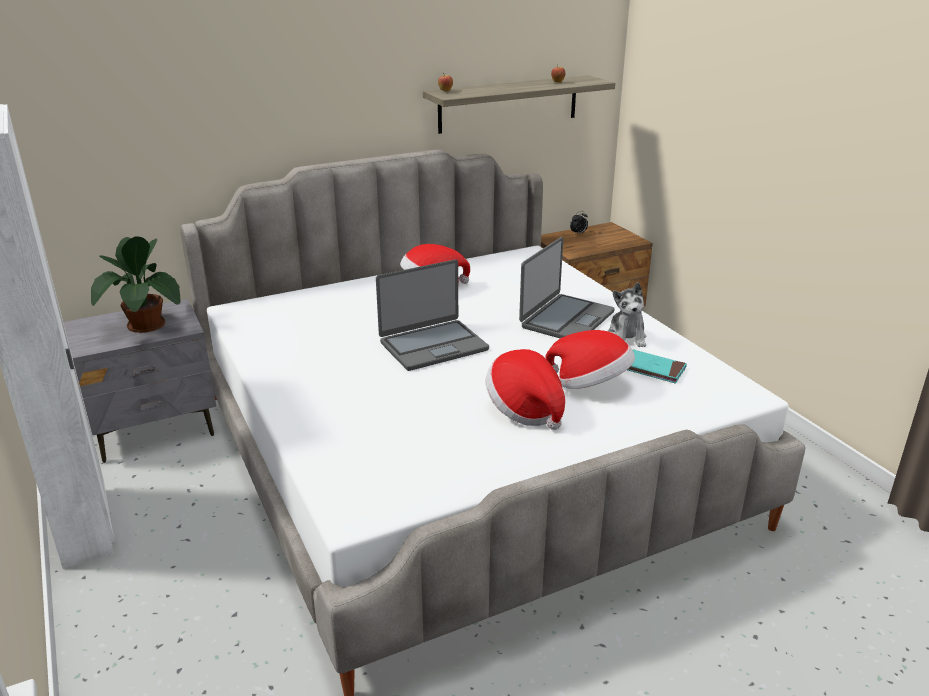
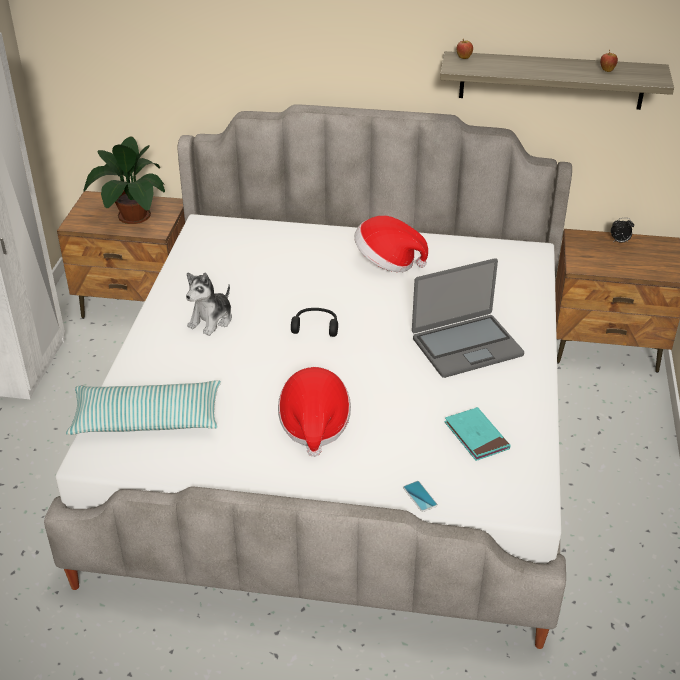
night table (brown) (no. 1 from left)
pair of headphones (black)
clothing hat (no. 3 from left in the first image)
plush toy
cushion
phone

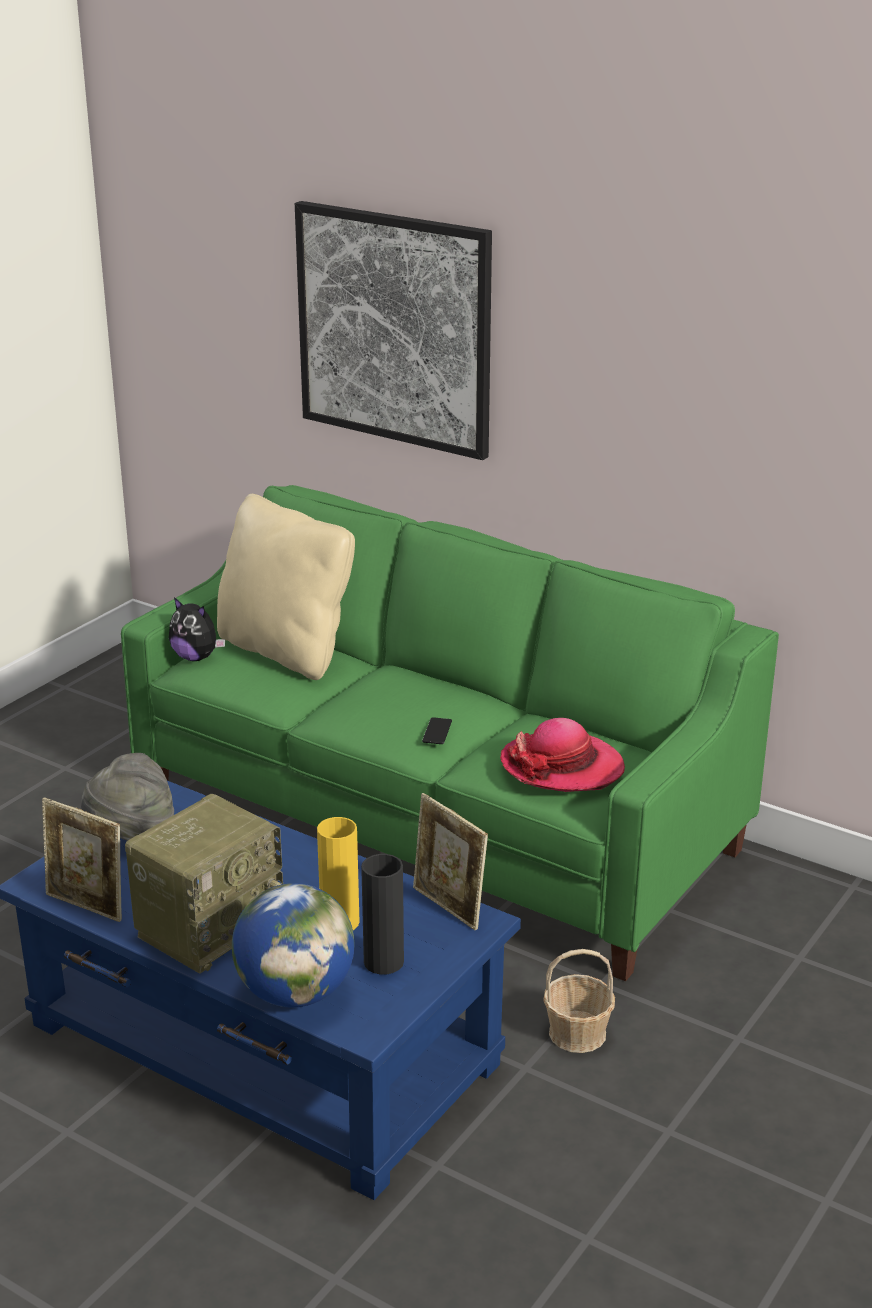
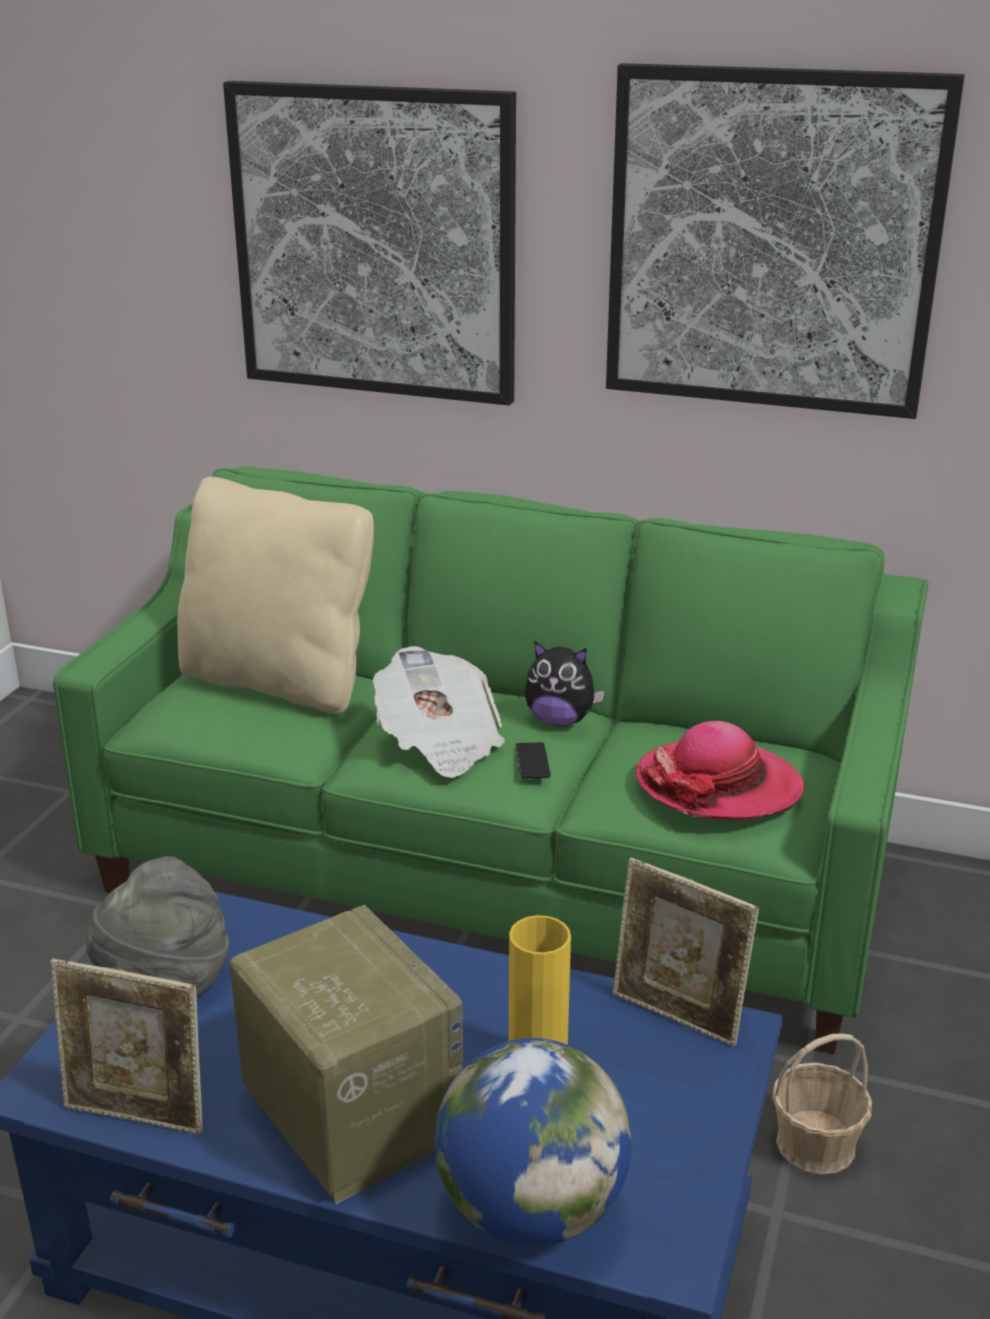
radio receiver
plush toy
decorative vase (black)
printed paper
wall art (no. 2 from left)

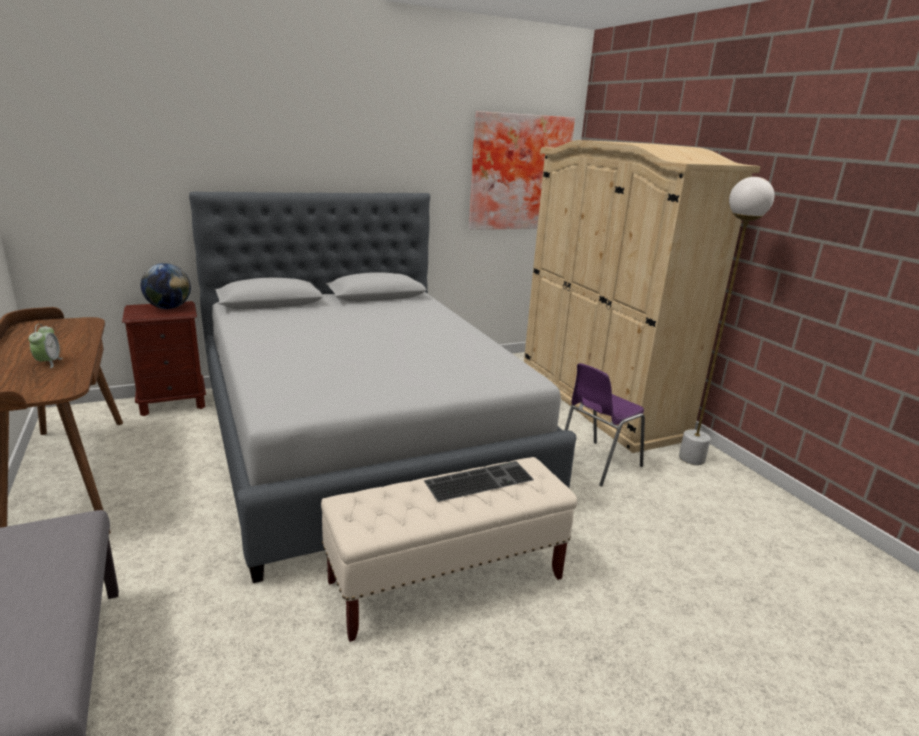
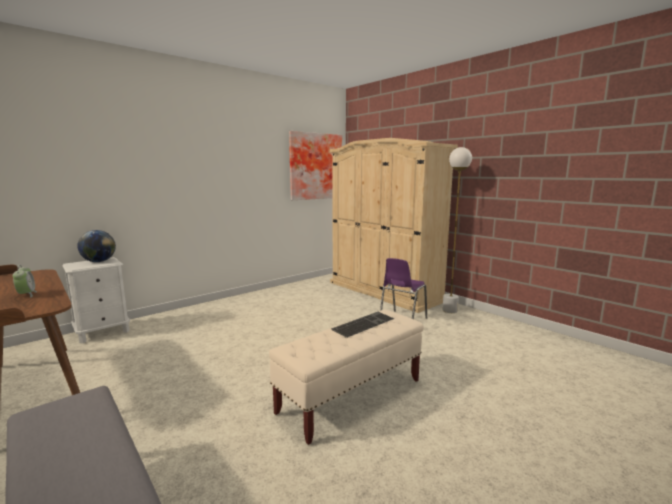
night table (whitish)
bedroom bed (grey)

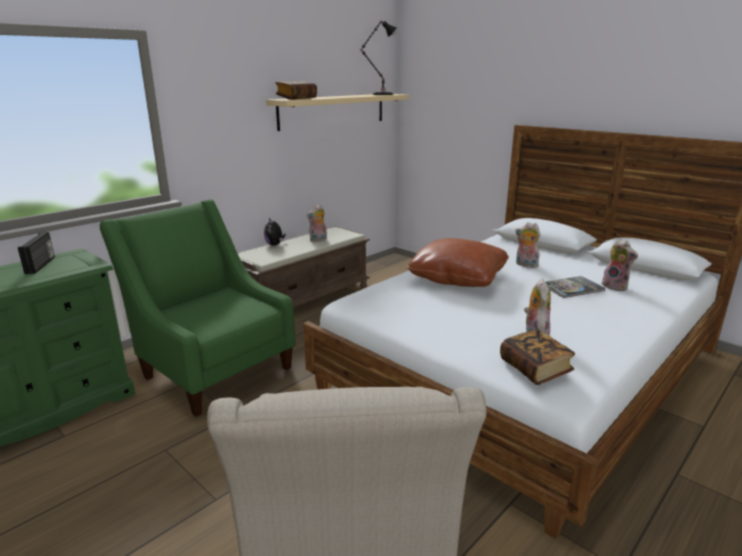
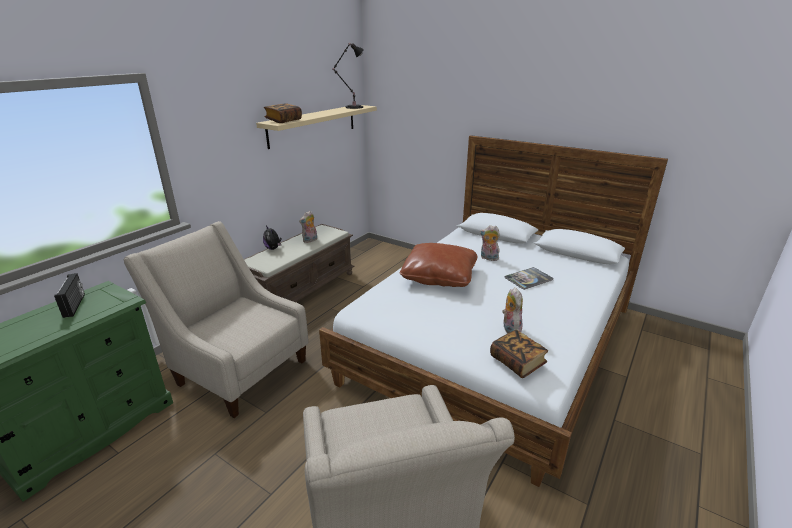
lounge chair (sand-coloured) (no. 1 from left)
plush toy (no. 5 from left in the first image)

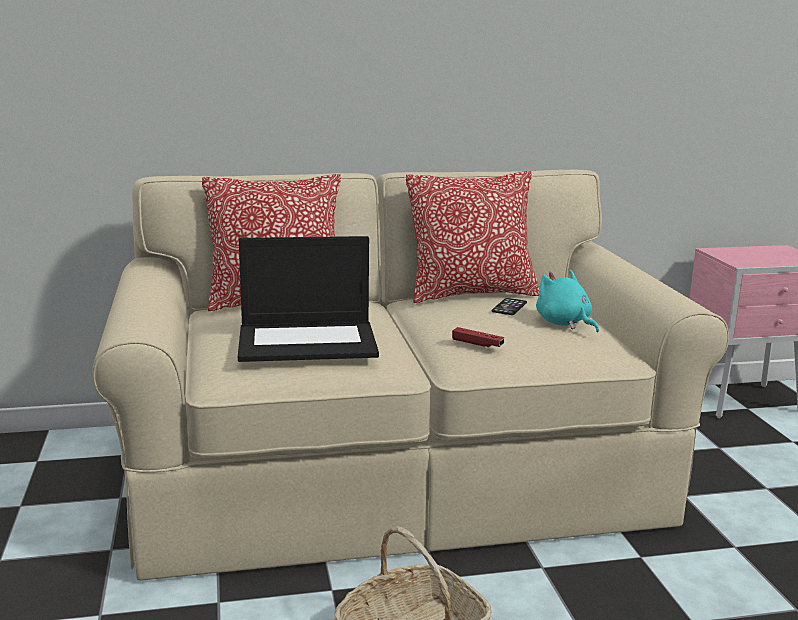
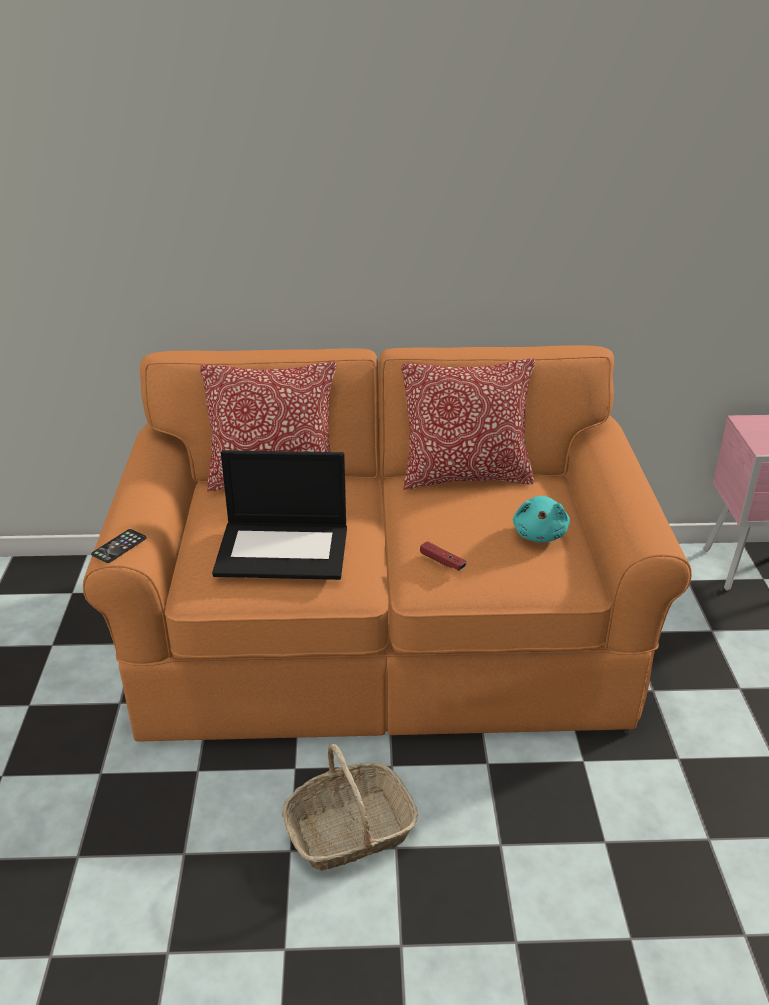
couch (orange)
phone
plush toy (turquoise-coloured)

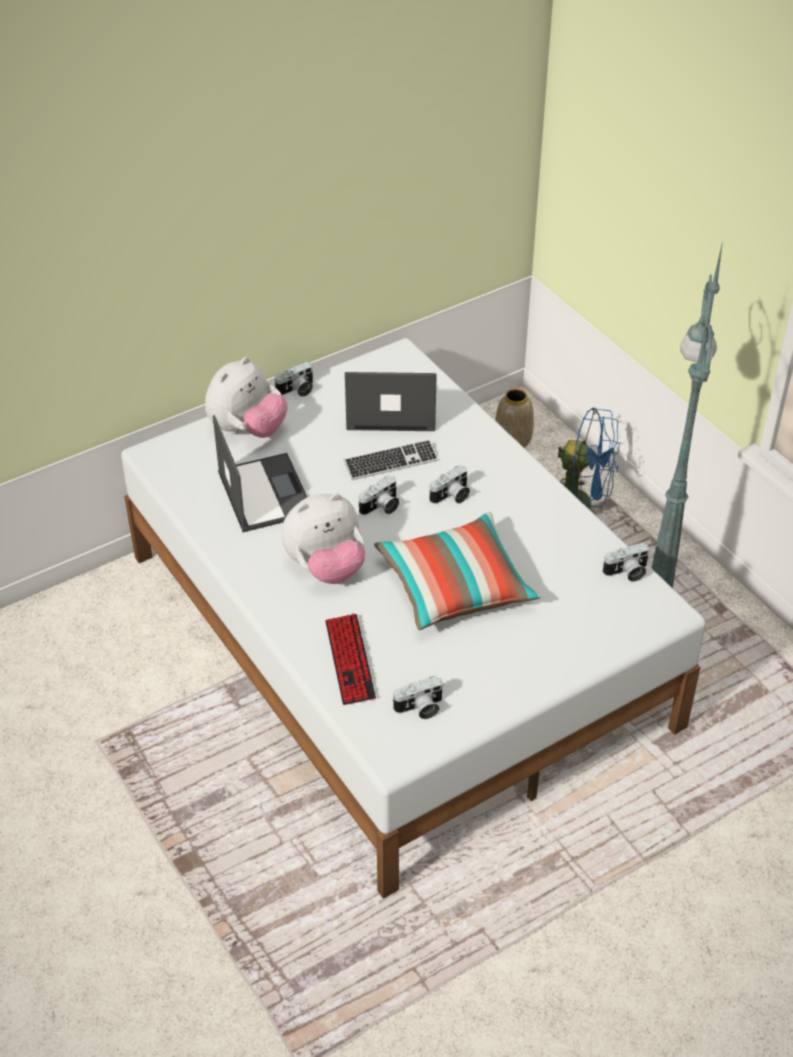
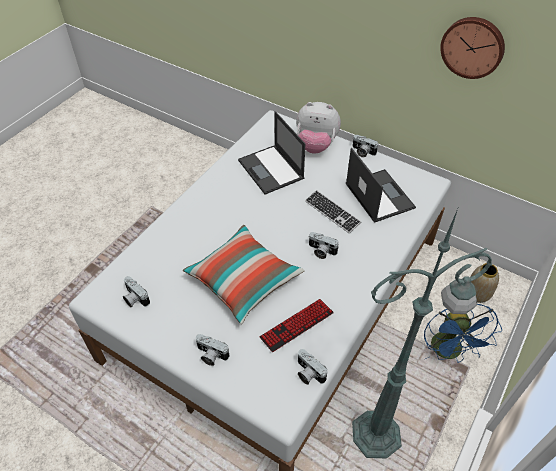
portable computer (no. 1 from left)
plush toy (no. 2 from left in the first image)
PC keyboard (no. 1 from left)
photo camera (no. 2 from left)
wall clock

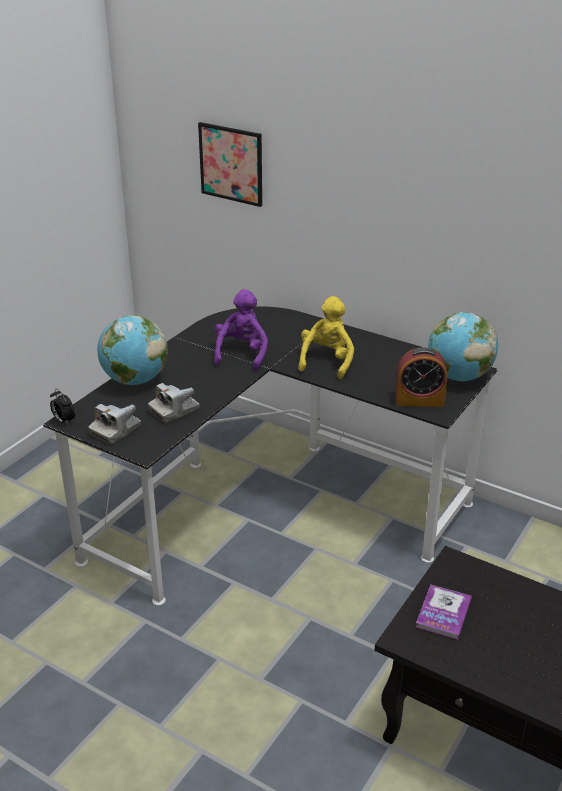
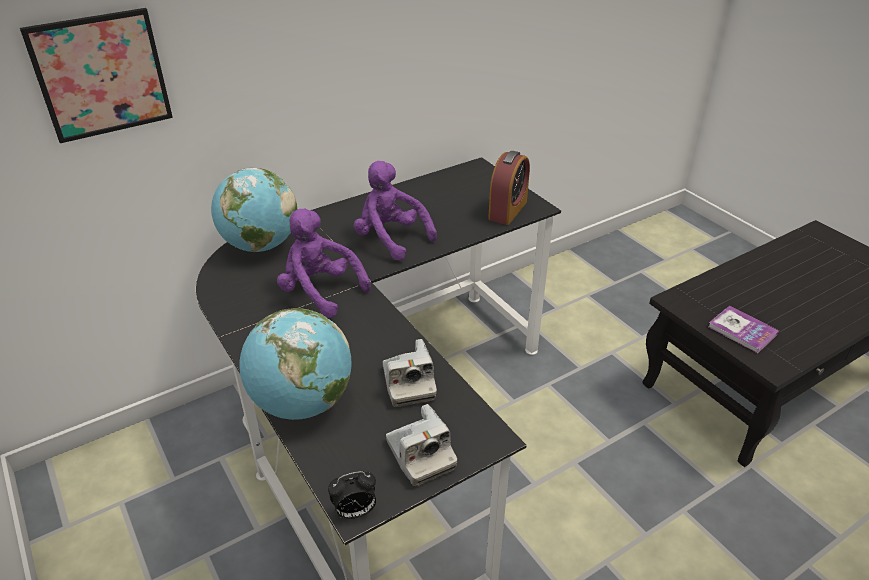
plush toy (purple) (no. 2 from left)
desk globe (no. 1 from left)

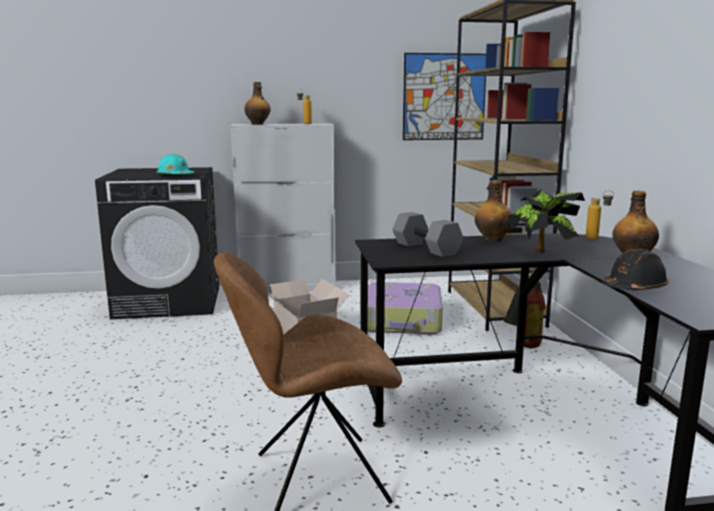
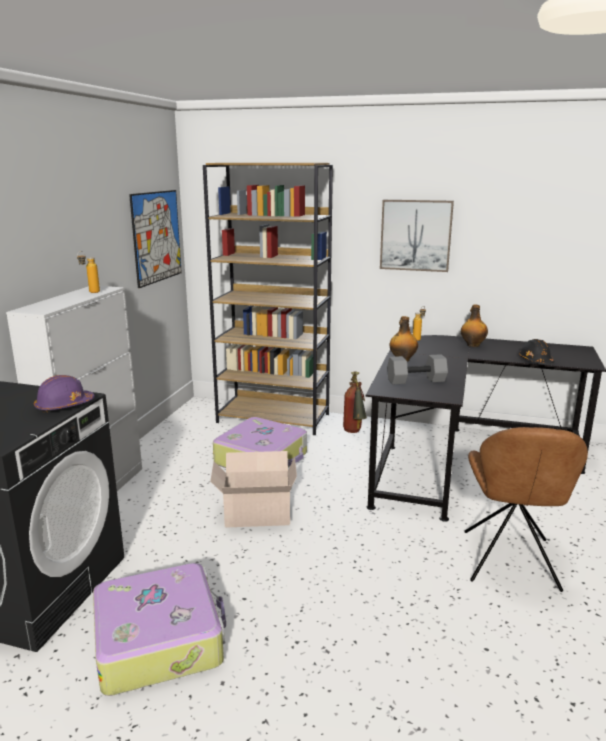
hard hat (purple)
bottle (no. 1 from left in the first image)
potted plant
travel case (no. 1 from left)
wall art (no. 2 from left)

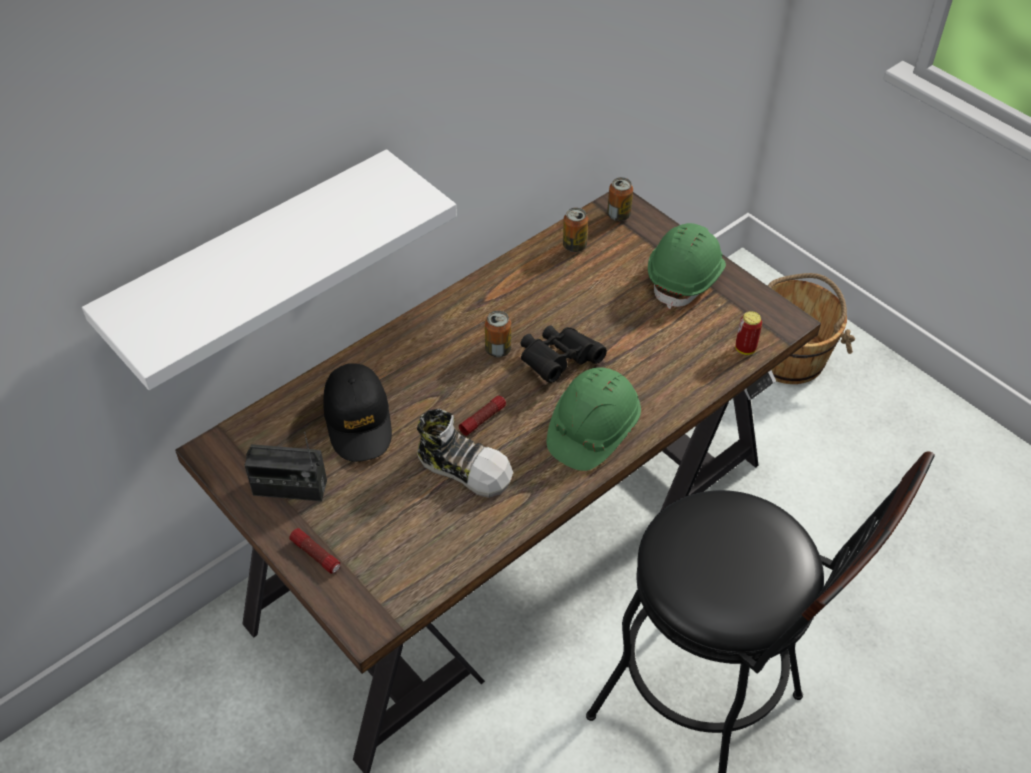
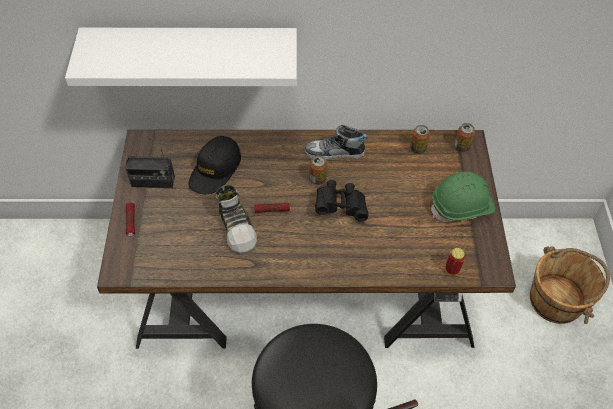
radio receiver
hard hat (green-coloured) (no. 1 from left in the first image)
item of footwear (no. 2 from left)

